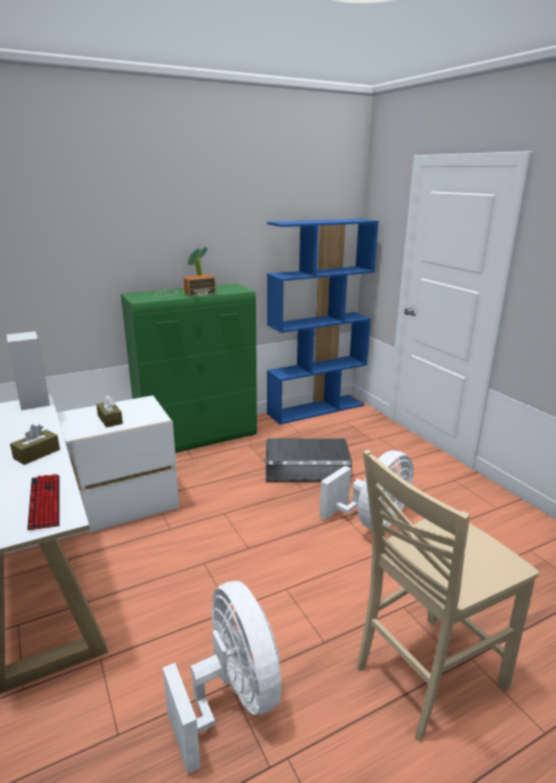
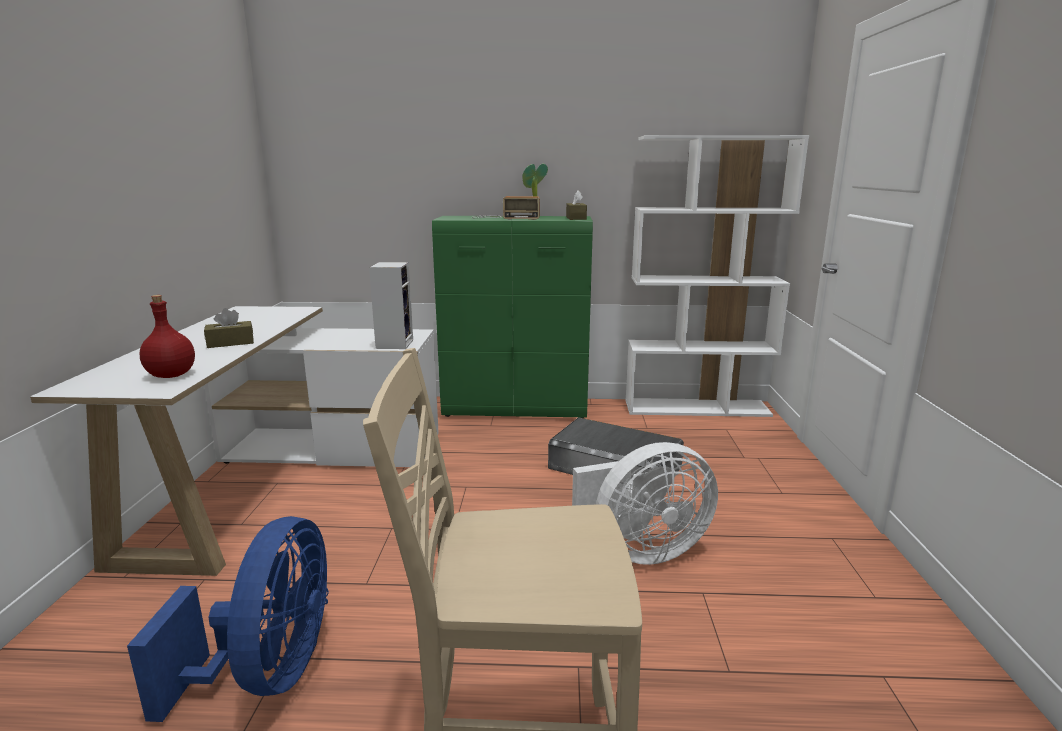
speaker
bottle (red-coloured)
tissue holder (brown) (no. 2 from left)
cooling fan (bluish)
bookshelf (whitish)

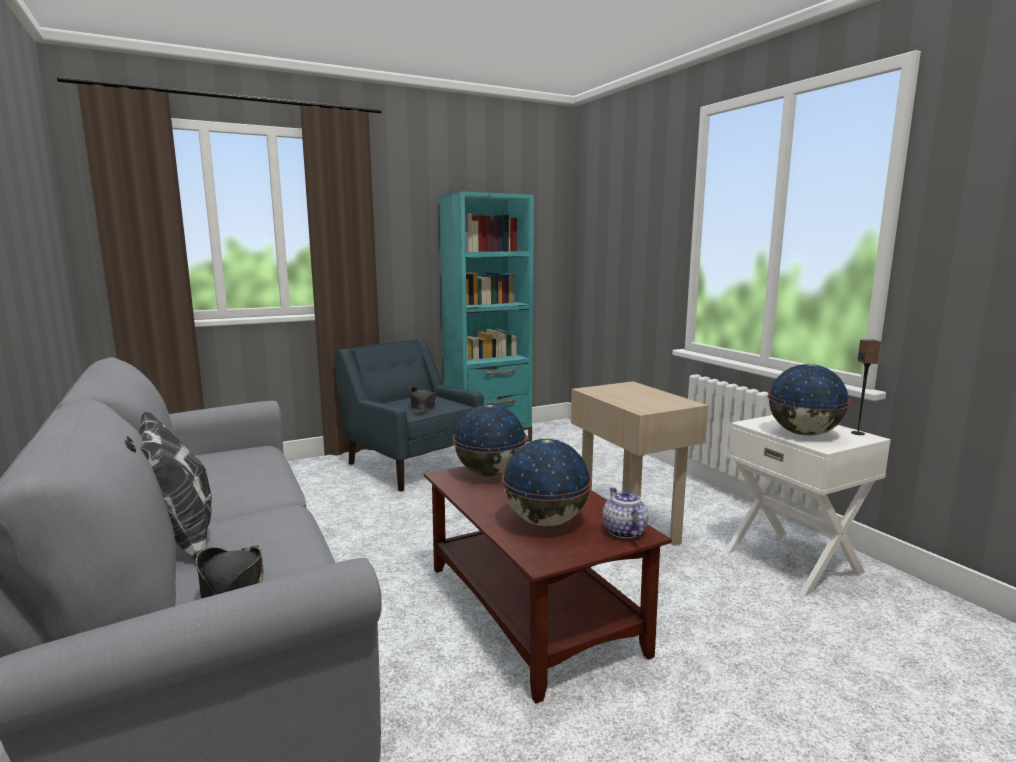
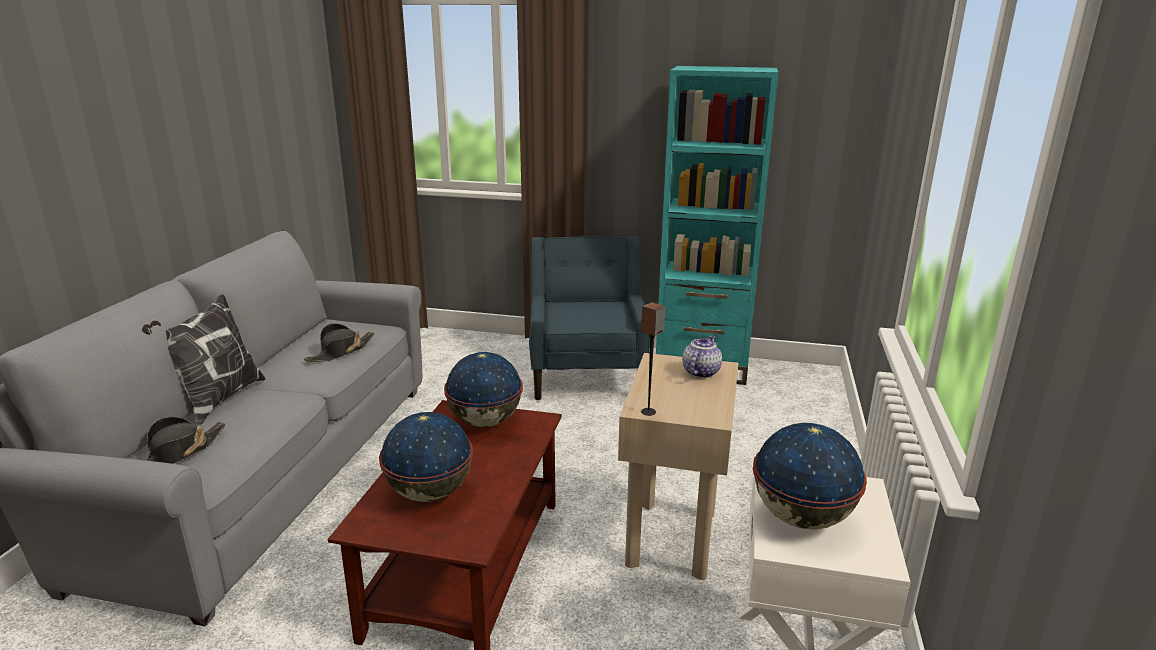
clothing hat (black) (no. 2 from left)
tea pot
speaker

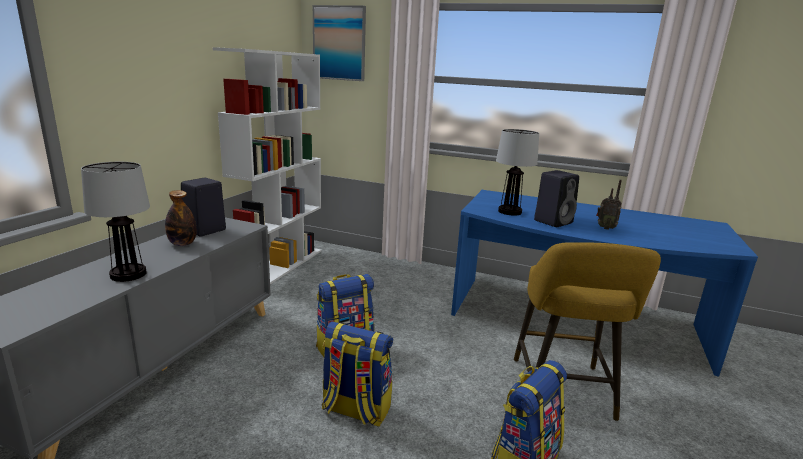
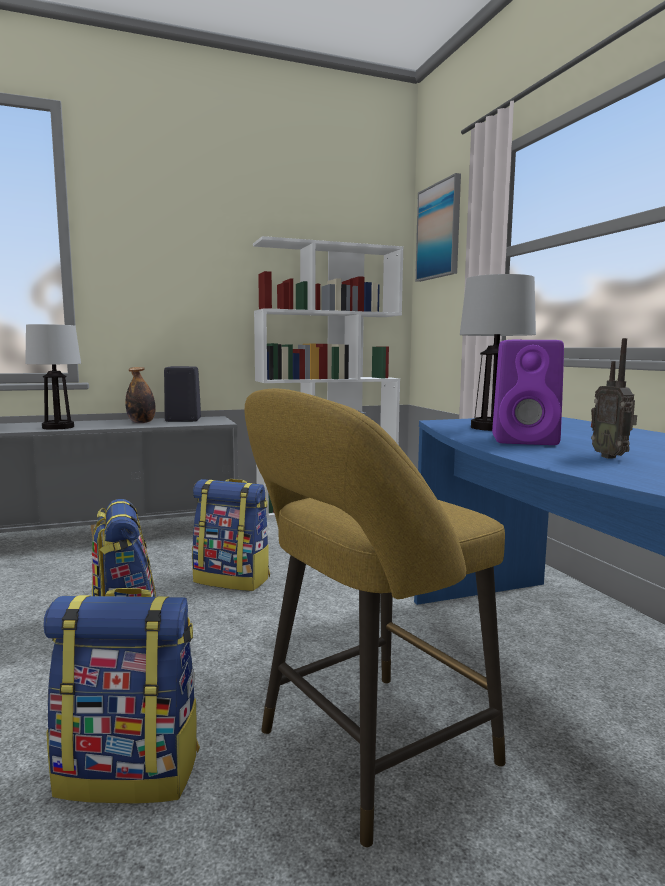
speaker (purple)

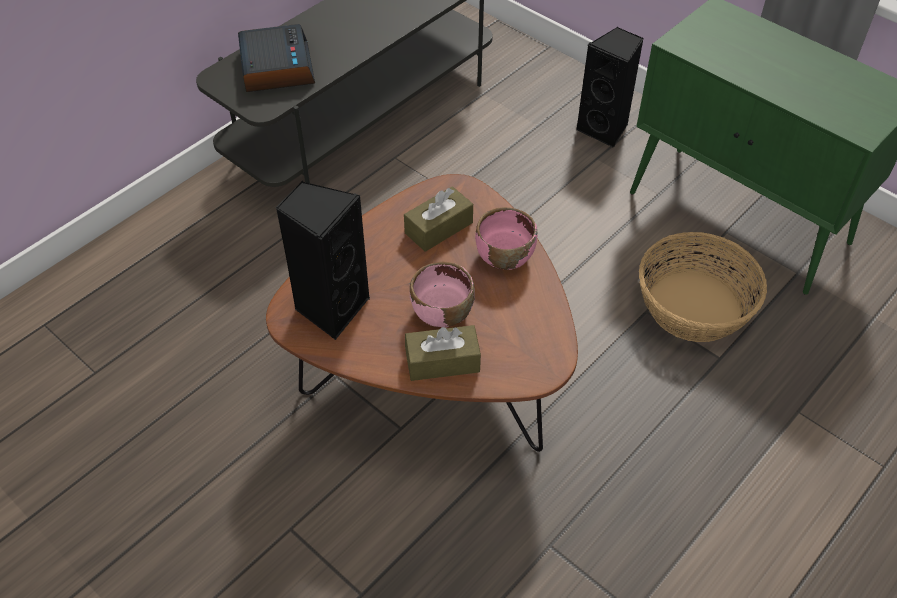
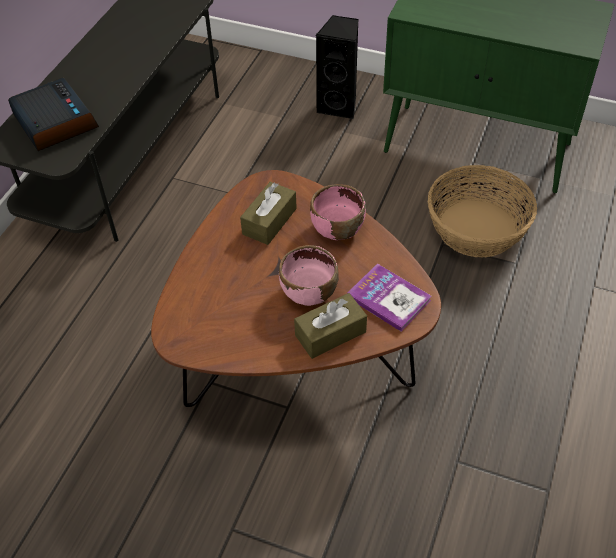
speaker (black) (no. 1 from left in the first image)
bound book

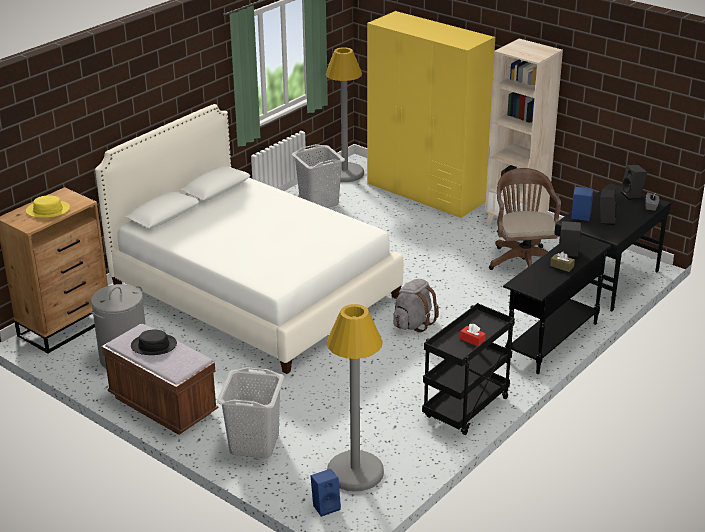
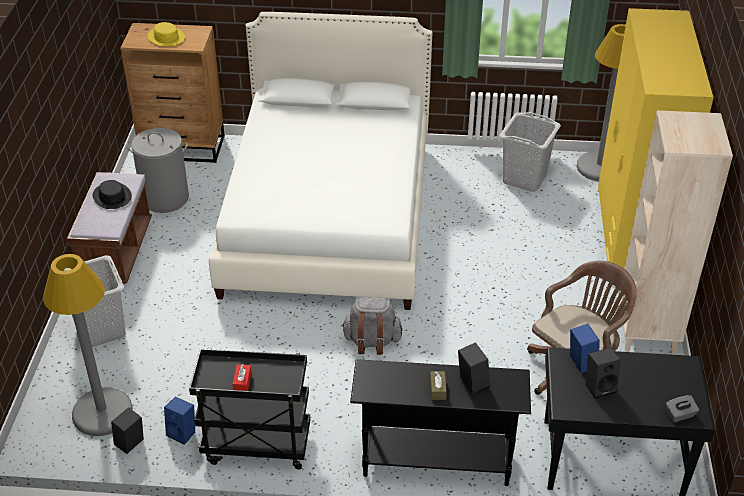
speaker (bluish) (no. 1 from left)
speaker (black) (no. 1 from left)

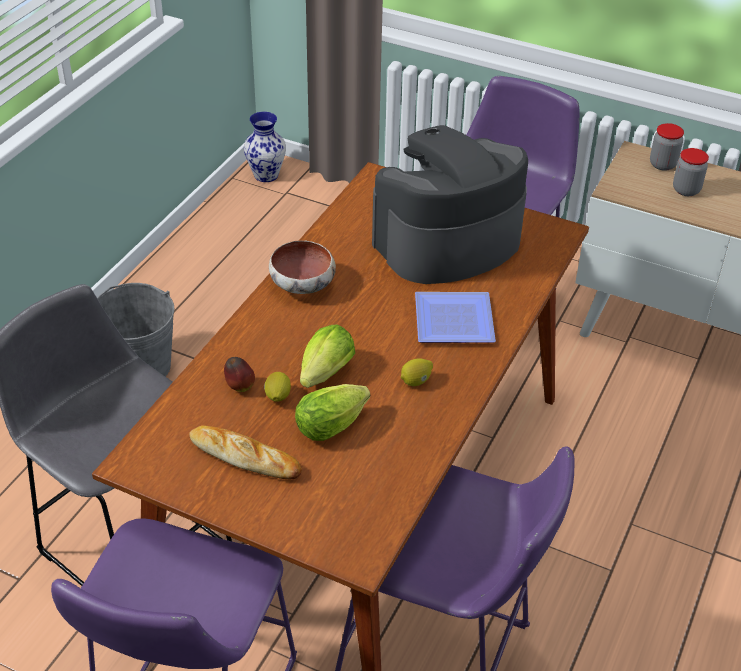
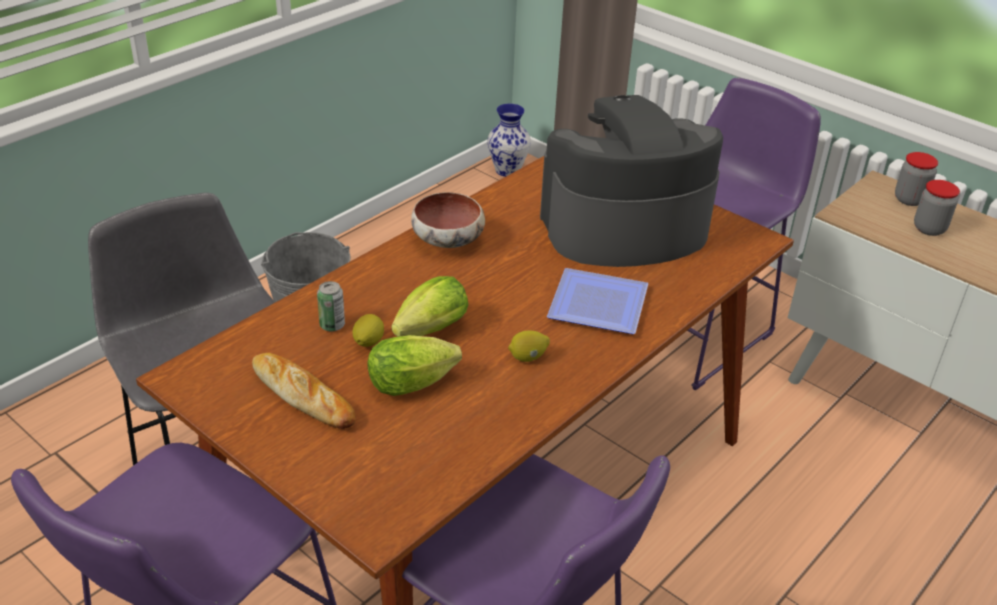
metal can

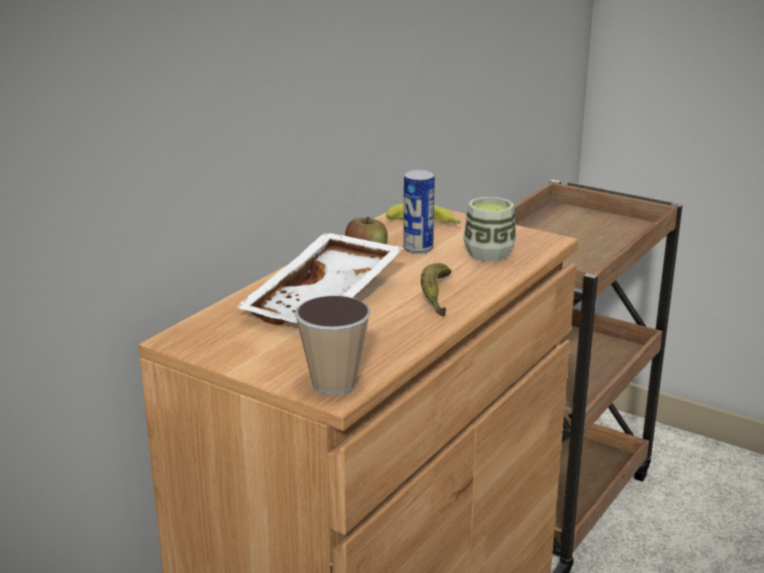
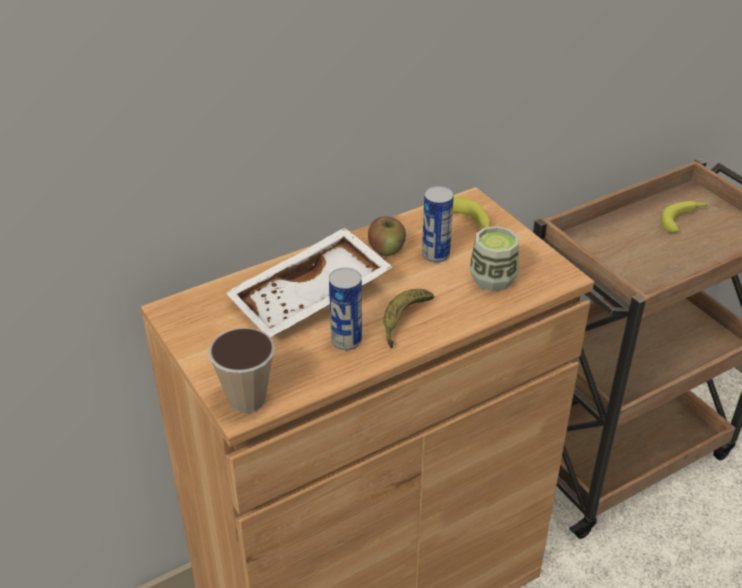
metal can (no. 1 from left)
banana (no. 3 from left)

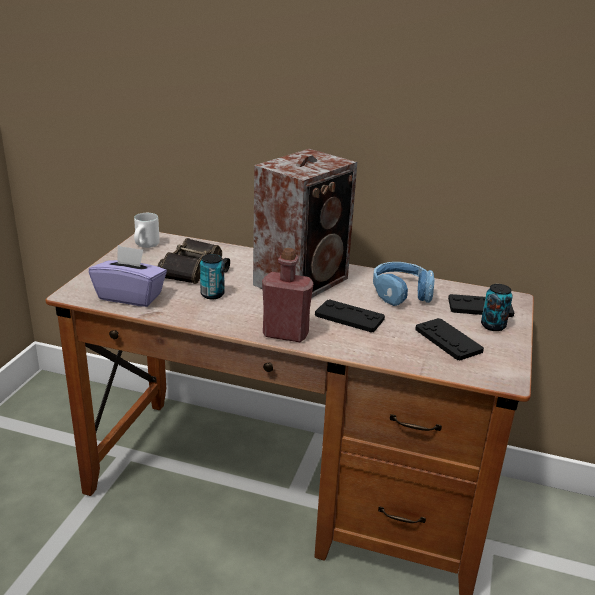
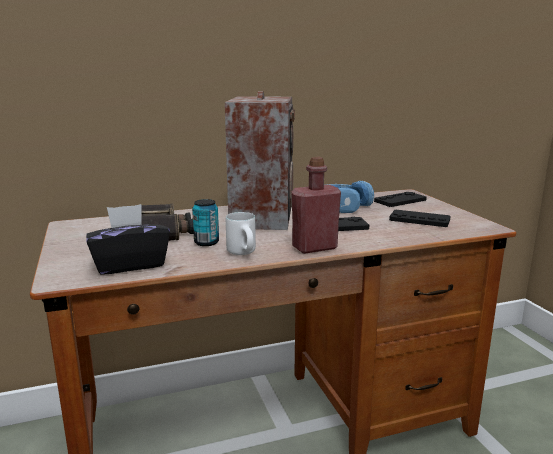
tissue holder (black)
tea mug (whitish)
metal can (no. 2 from left in the first image)

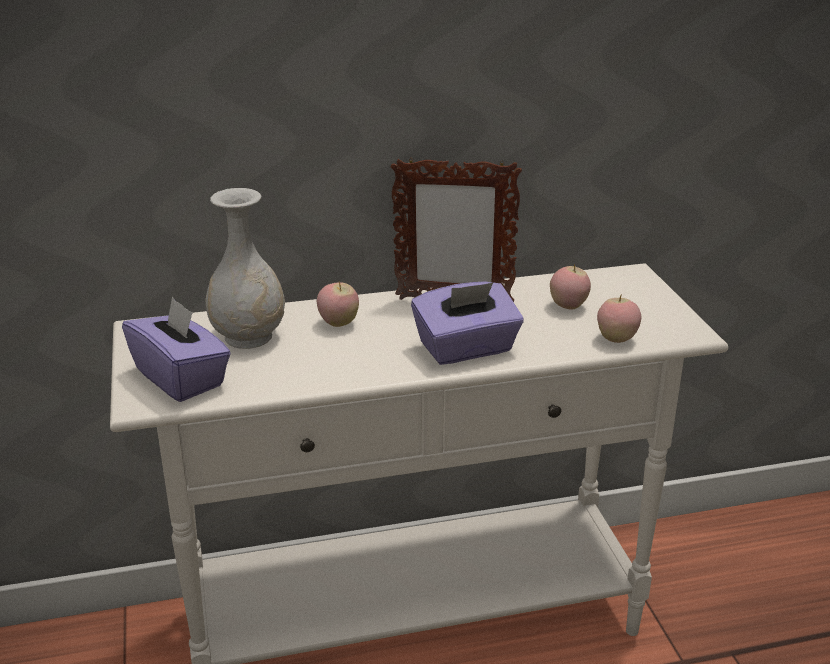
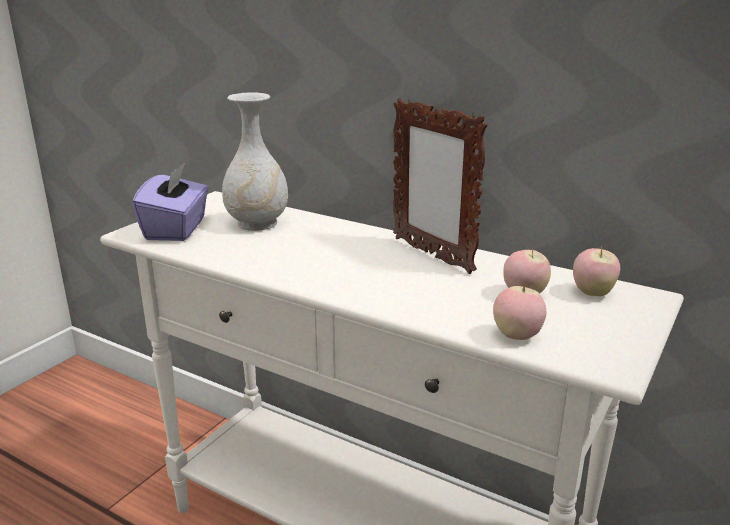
apple (no. 3 from left)
tissue holder (purple) (no. 2 from left in the first image)

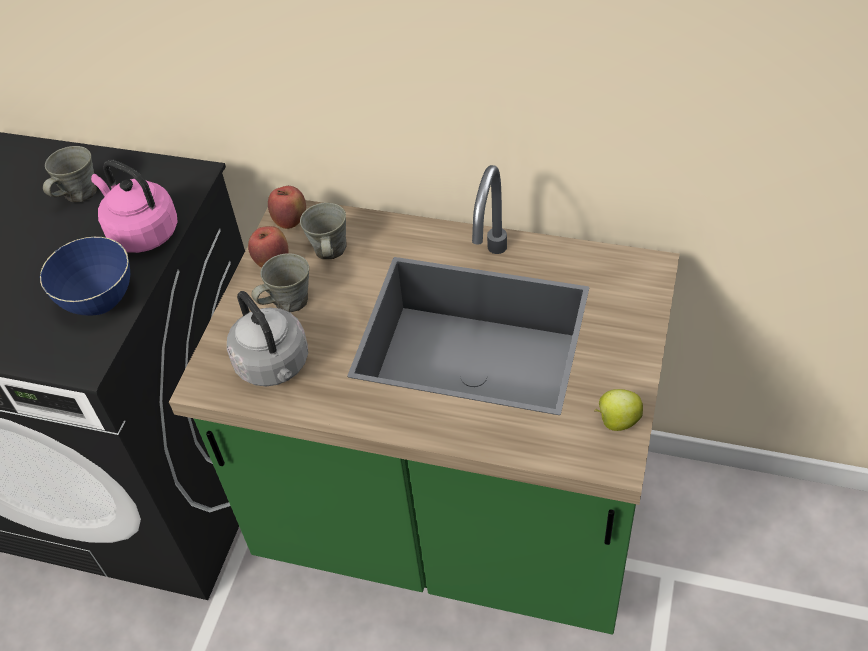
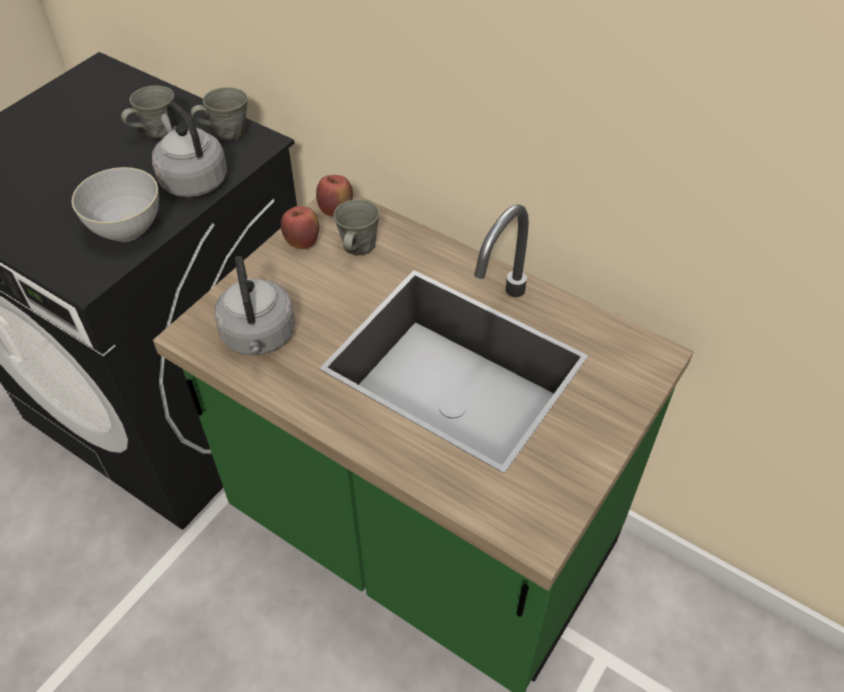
bowl (grey)
kettle (grey) (no. 1 from left)
tea mug (grey) (no. 2 from left)
apple (no. 3 from left in the first image)

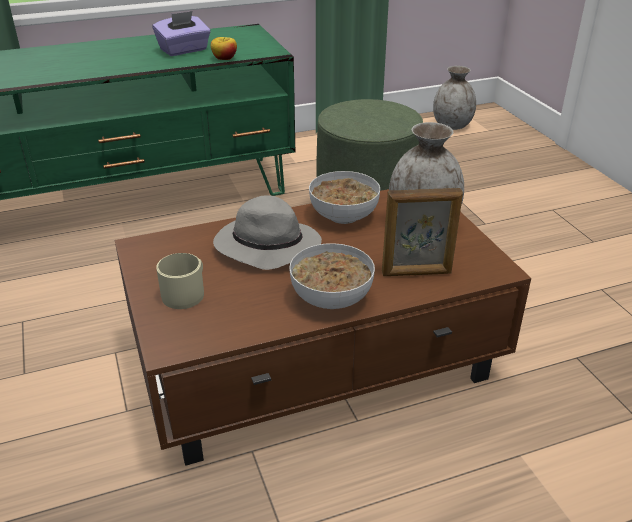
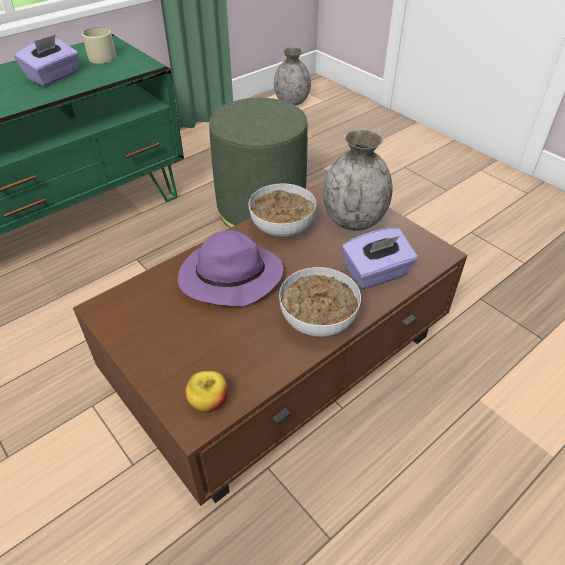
tea mug (sand-coloured)
apple
clothing hat (purple)
tissue holder (purple) (no. 2 from left)

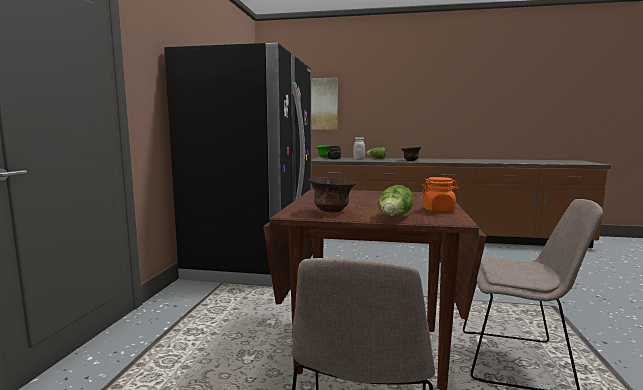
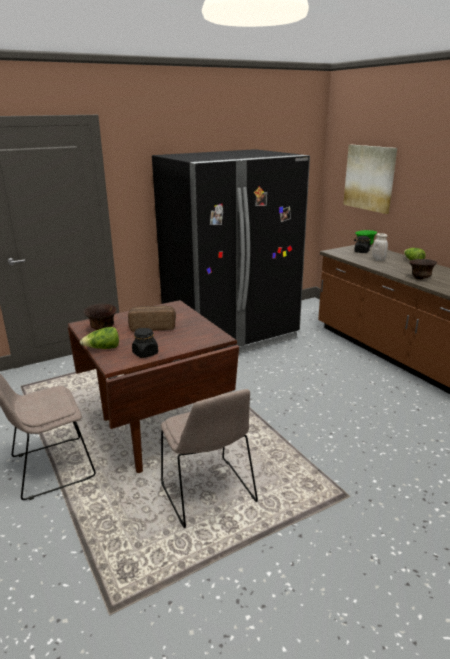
storage jar (black) (no. 1 from left)
bakery bread

